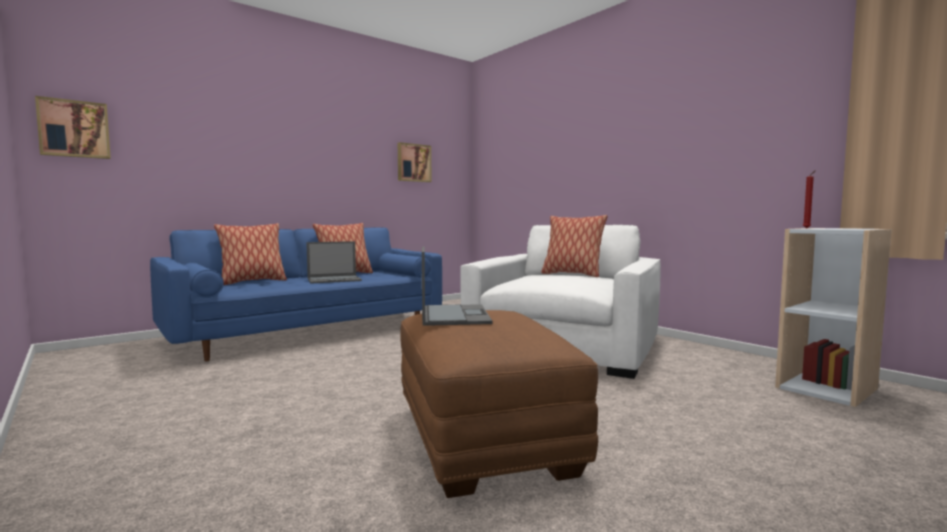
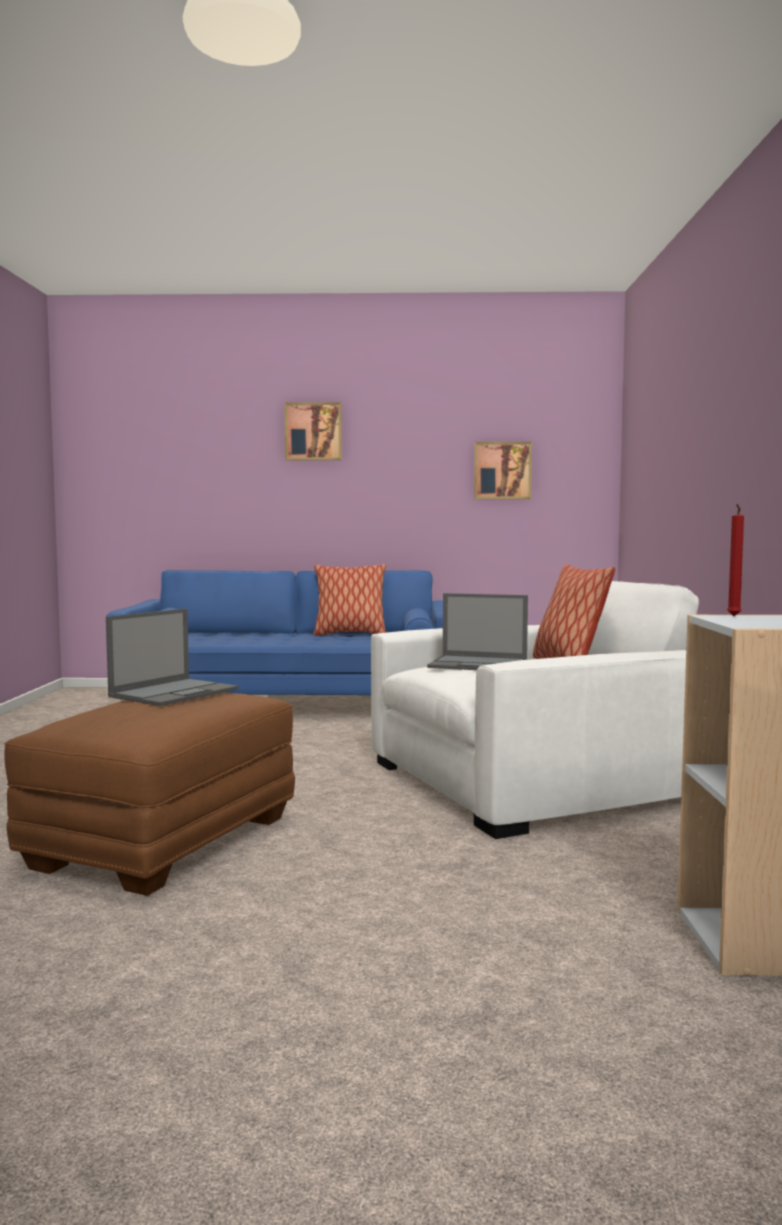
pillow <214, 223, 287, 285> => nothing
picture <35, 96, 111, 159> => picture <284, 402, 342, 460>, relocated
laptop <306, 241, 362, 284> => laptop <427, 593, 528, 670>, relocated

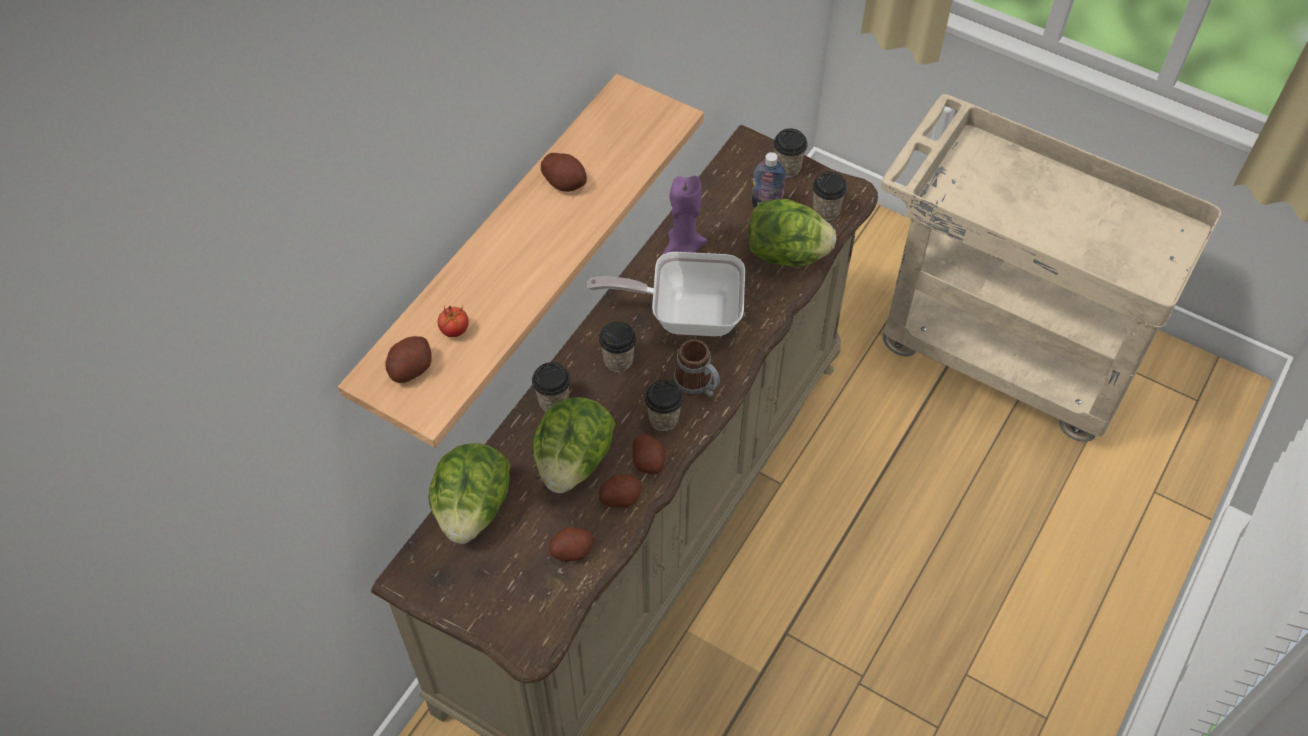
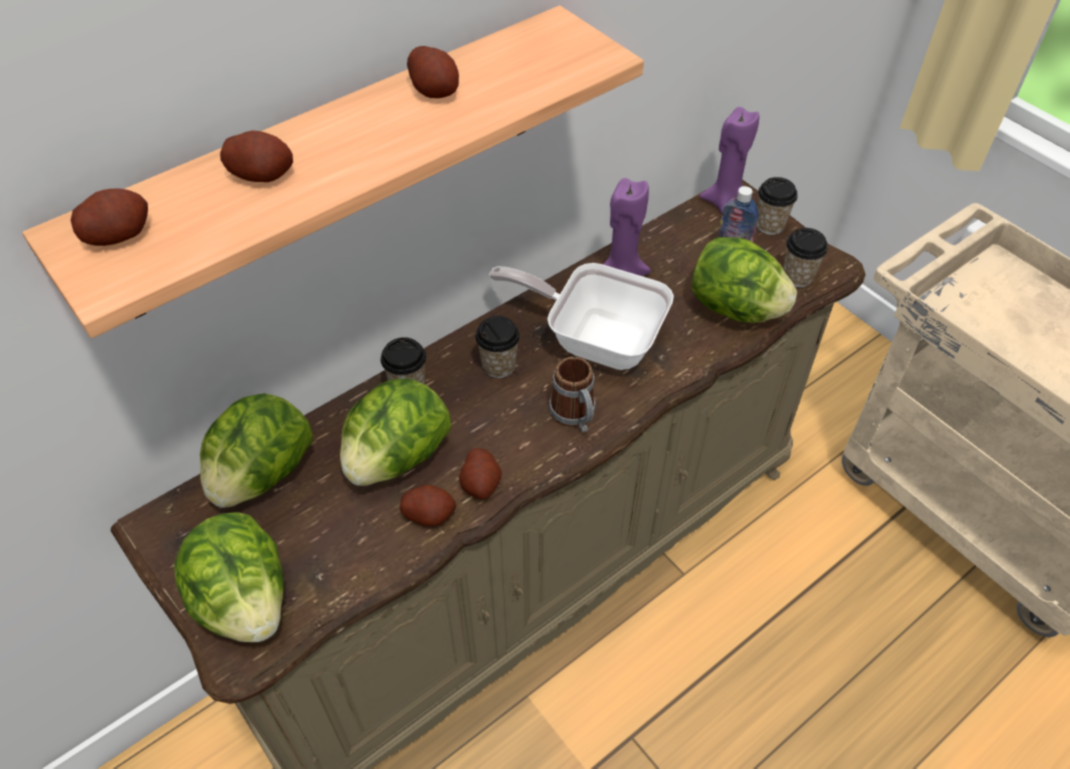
tomato <438, 305, 469, 337> => nothing
cup <645, 380, 683, 431> => nothing
nothing => lettuce <174, 512, 283, 643>
nothing => purple candle <700, 107, 759, 214>
potato <549, 527, 594, 561> => potato <220, 130, 293, 182>, relocated

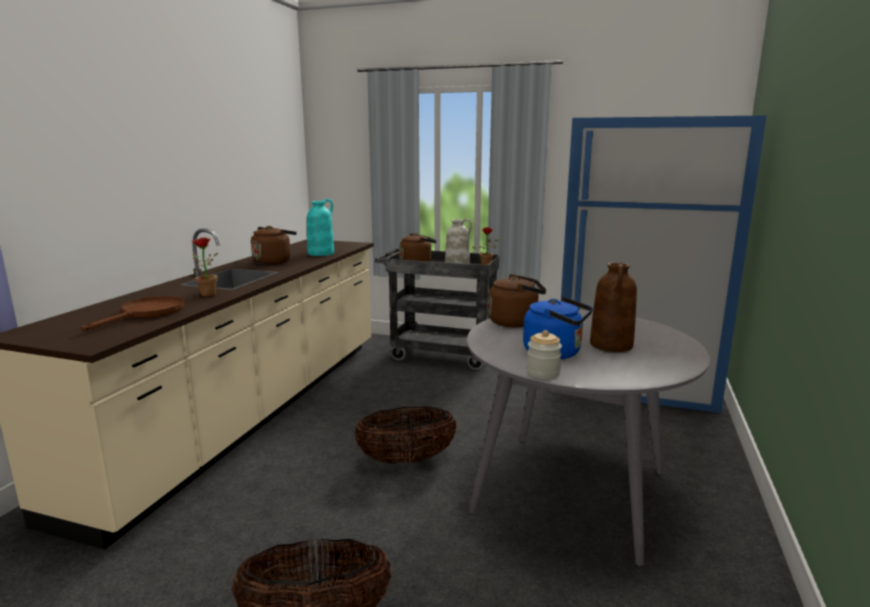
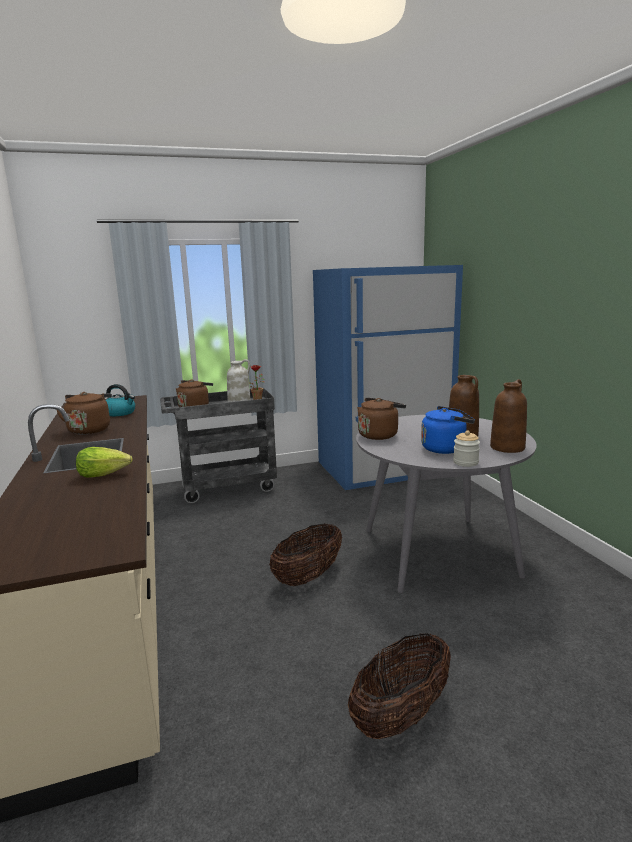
brown frying pan <81, 296, 184, 331> => nothing
nothing => brown vase <490, 379, 527, 453>
potted plant <192, 238, 218, 297> => lettuce <76, 447, 133, 478>
turquoise vase <307, 199, 334, 256> => kettle <106, 384, 135, 416>

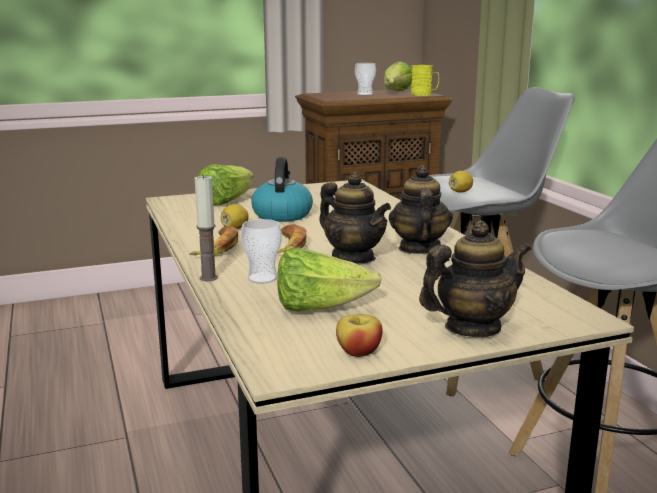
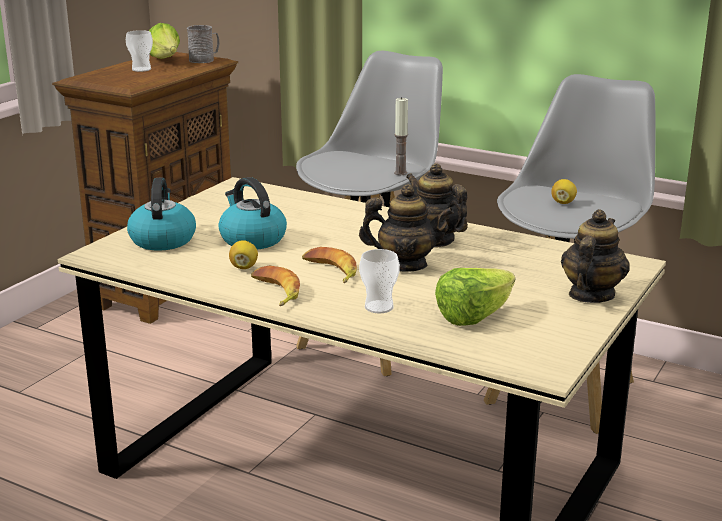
apple <336, 314, 383, 357> => nothing
candle <195, 174, 218, 281> => candle <394, 97, 408, 175>, relocated
lemon <449, 171, 473, 193> => lemon <551, 179, 577, 204>, relocated
lettuce <198, 164, 254, 205> => kettle <127, 178, 196, 251>
yellow mug <411, 65, 439, 96> => grey mug <187, 25, 219, 63>

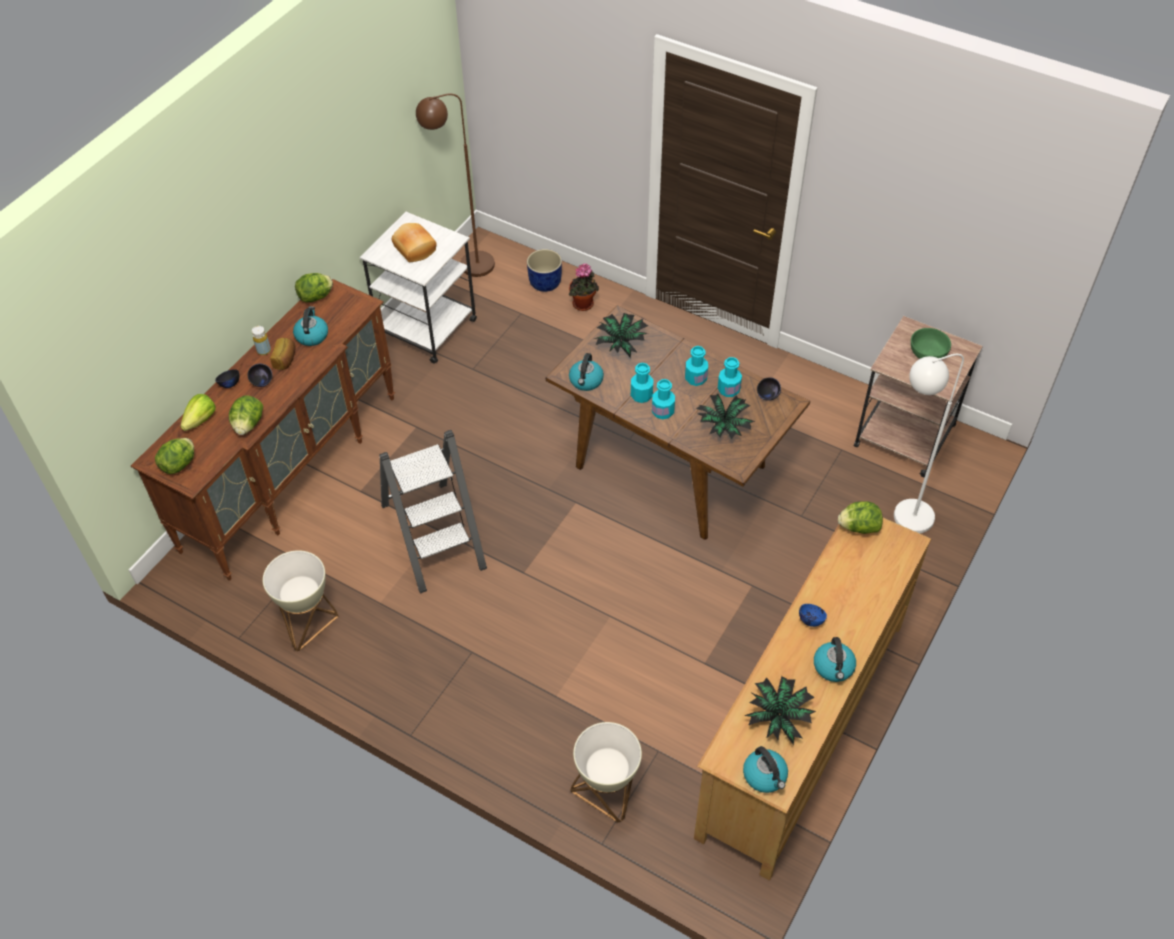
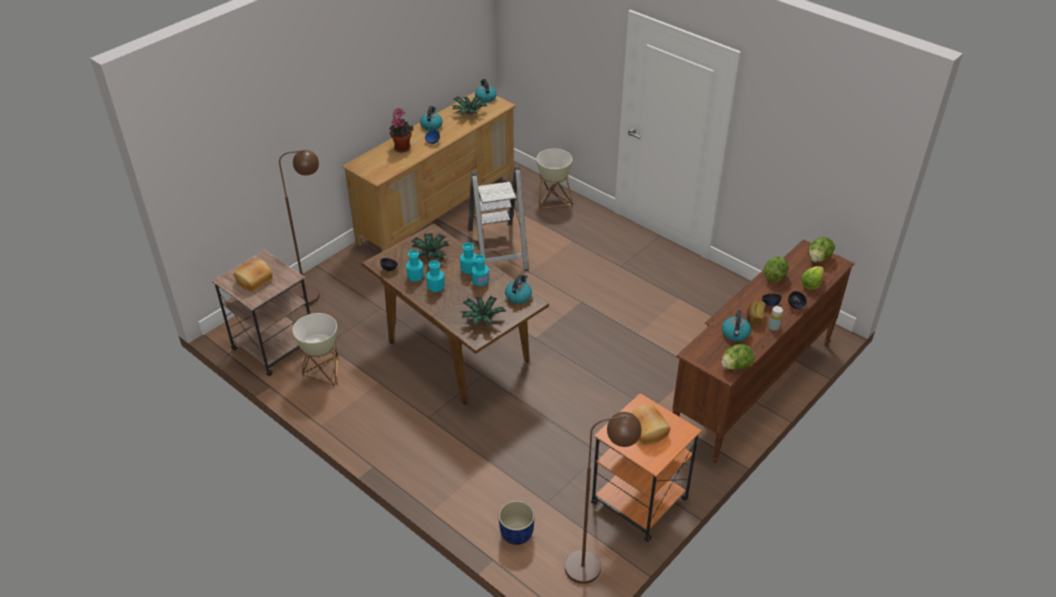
lettuce <838, 501, 883, 534> => nothing
planter <263, 550, 338, 651> => planter <292, 313, 338, 385>, relocated
grey step ladder <380, 430, 487, 593> => grey step ladder <468, 166, 529, 271>, relocated
potted plant <569, 263, 599, 311> => potted plant <389, 108, 413, 153>, relocated
green bowl <911, 328, 951, 359> => bread <234, 260, 273, 291>
white cart <360, 212, 477, 364> => orange cart <591, 393, 702, 542>
white floor lamp <894, 354, 964, 533> => brown floor lamp <279, 150, 320, 306>

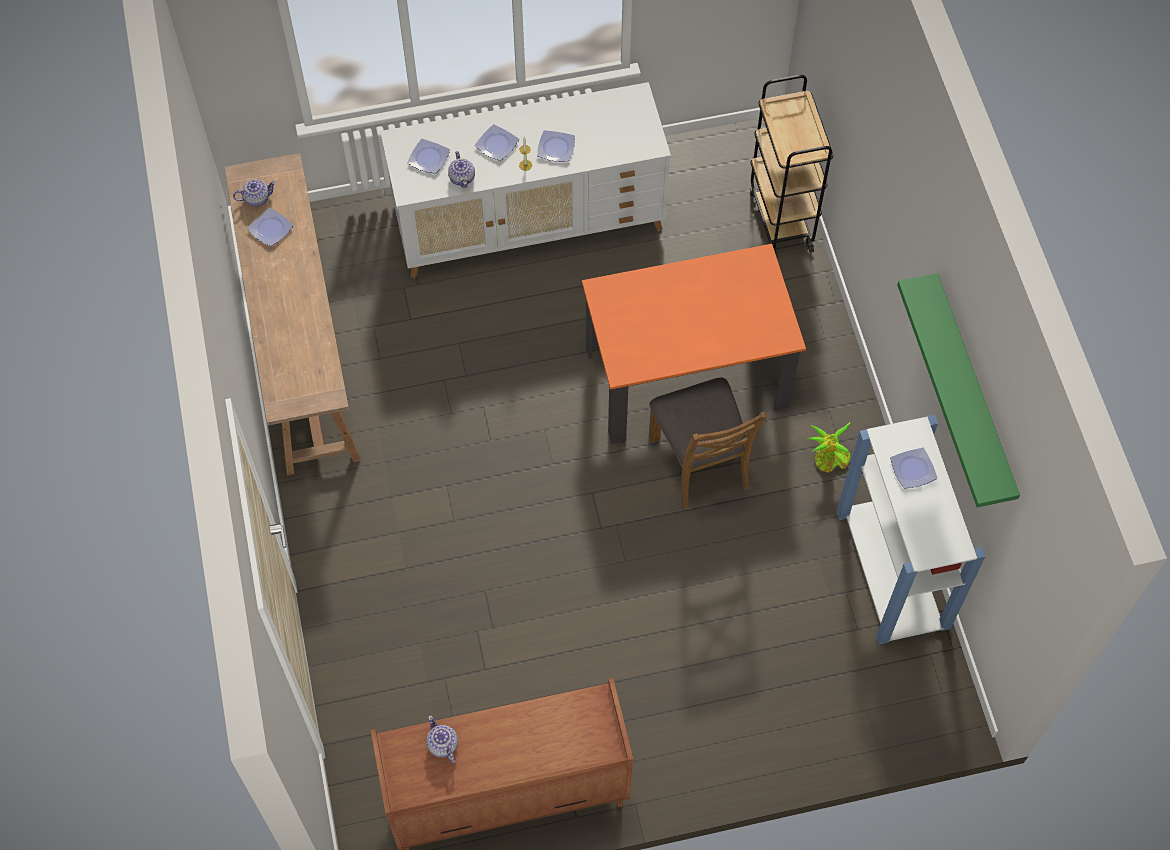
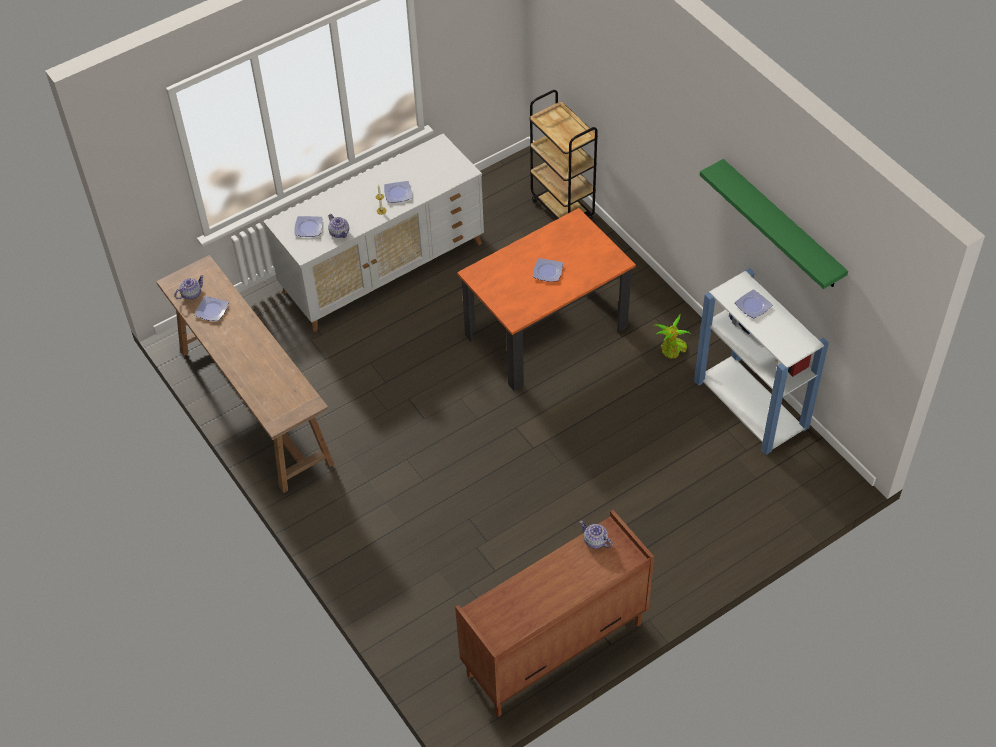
brown chair <649, 377, 767, 510> => nothing
teapot <426, 715, 458, 764> => teapot <579, 521, 613, 549>, relocated
plate <475, 124, 519, 161> => plate <533, 258, 563, 282>, relocated

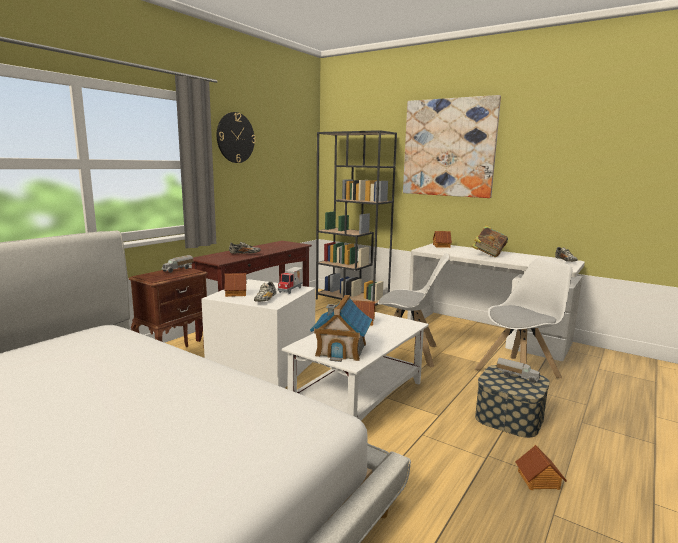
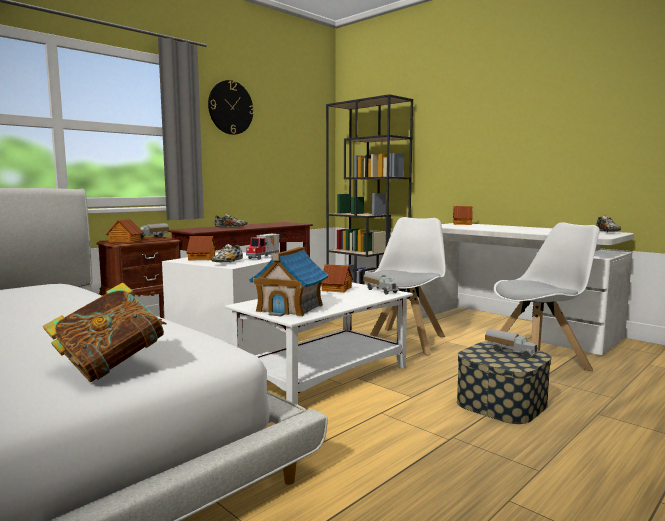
picture <403, 95, 501, 198> => nothing
nothing => toy truck <363, 272, 399, 295>
book <471, 225, 508, 257> => book <43, 282, 167, 382>, relocated
toy house <515, 445, 567, 490> => toy house <105, 219, 144, 243>, relocated
chair <378, 253, 450, 367> => chair <370, 217, 446, 355>, 90 degrees counterclockwise

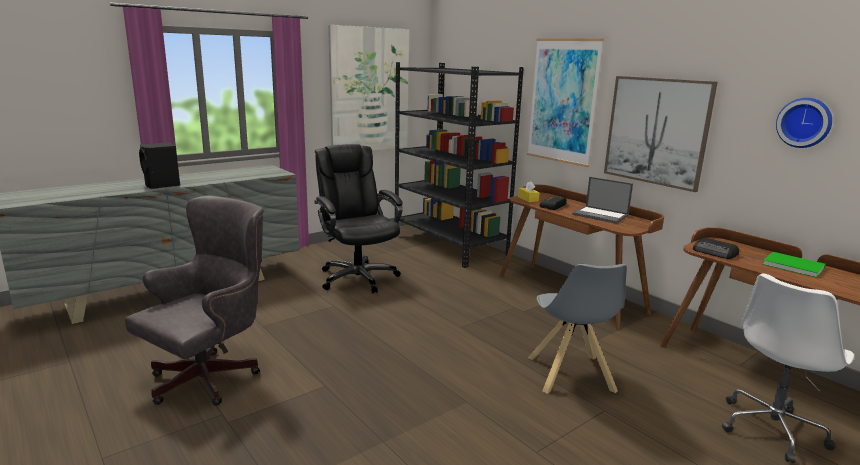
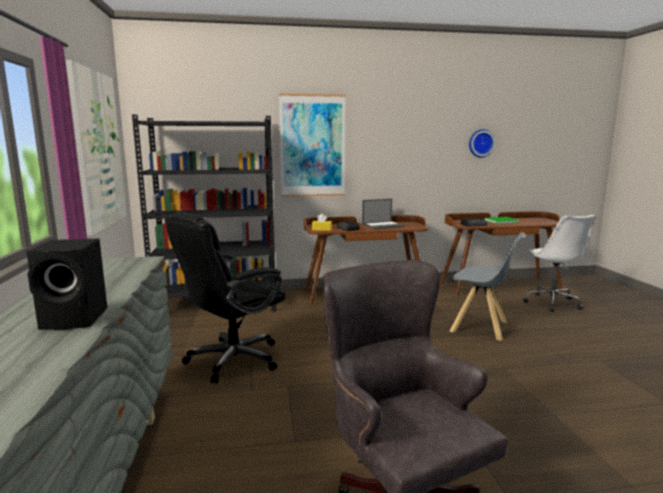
picture <604, 76, 718, 192> => nothing
black office chair <314, 144, 403, 293> => black office chair <165, 212, 286, 384>, 45 degrees counterclockwise

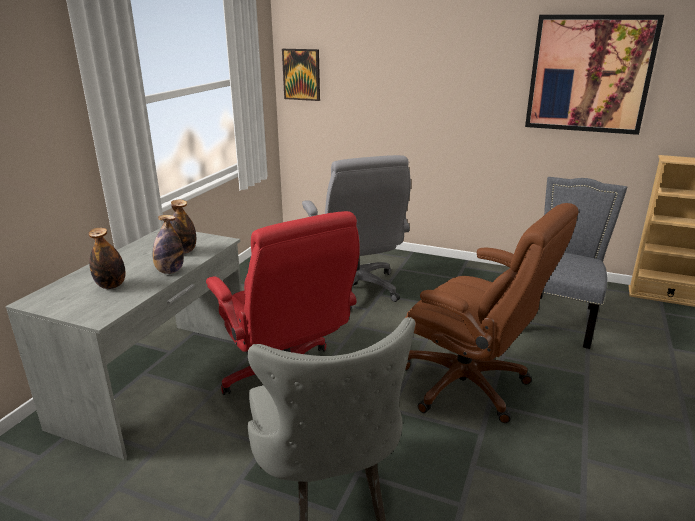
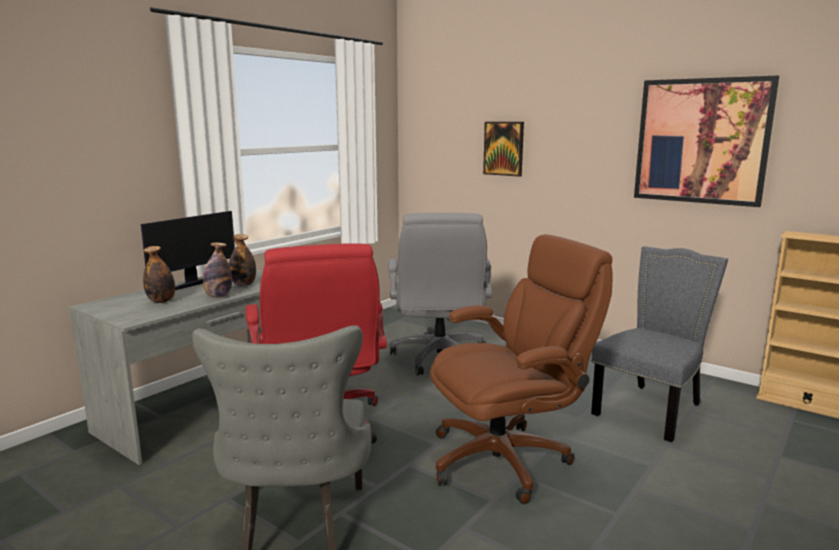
nothing => monitor <141, 211, 235, 290>
picture <282, 49, 320, 101> => picture <483, 122, 524, 177>, relocated
brown office chair <404, 203, 578, 423> => brown office chair <430, 234, 613, 504>, 75 degrees counterclockwise

